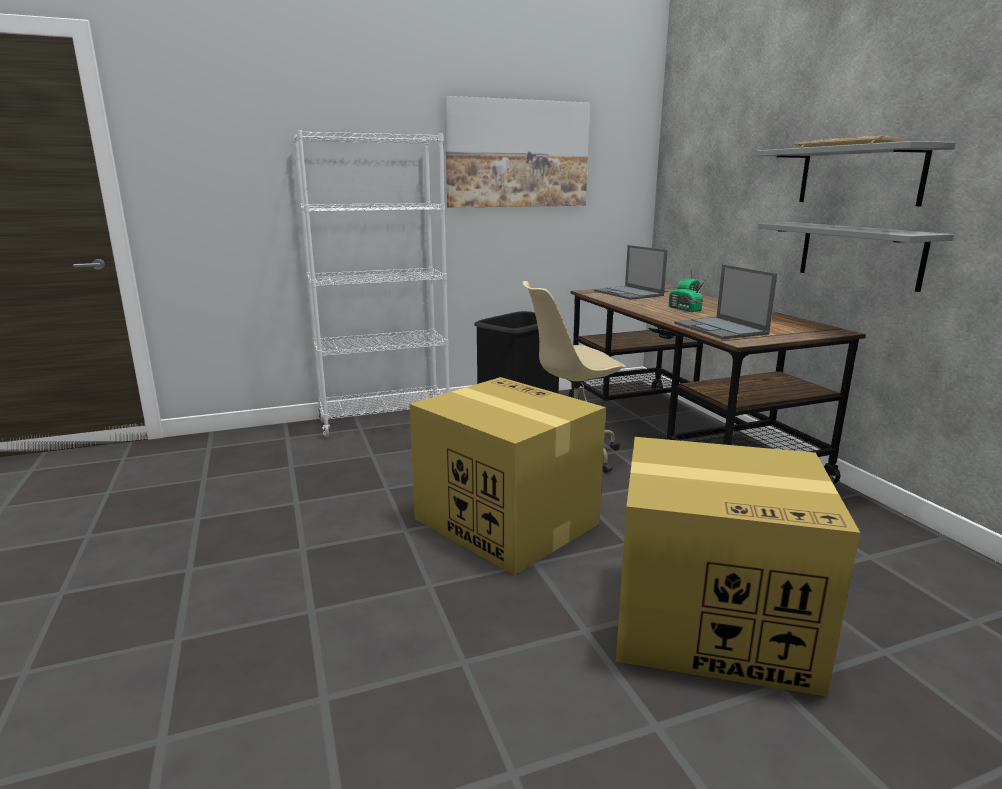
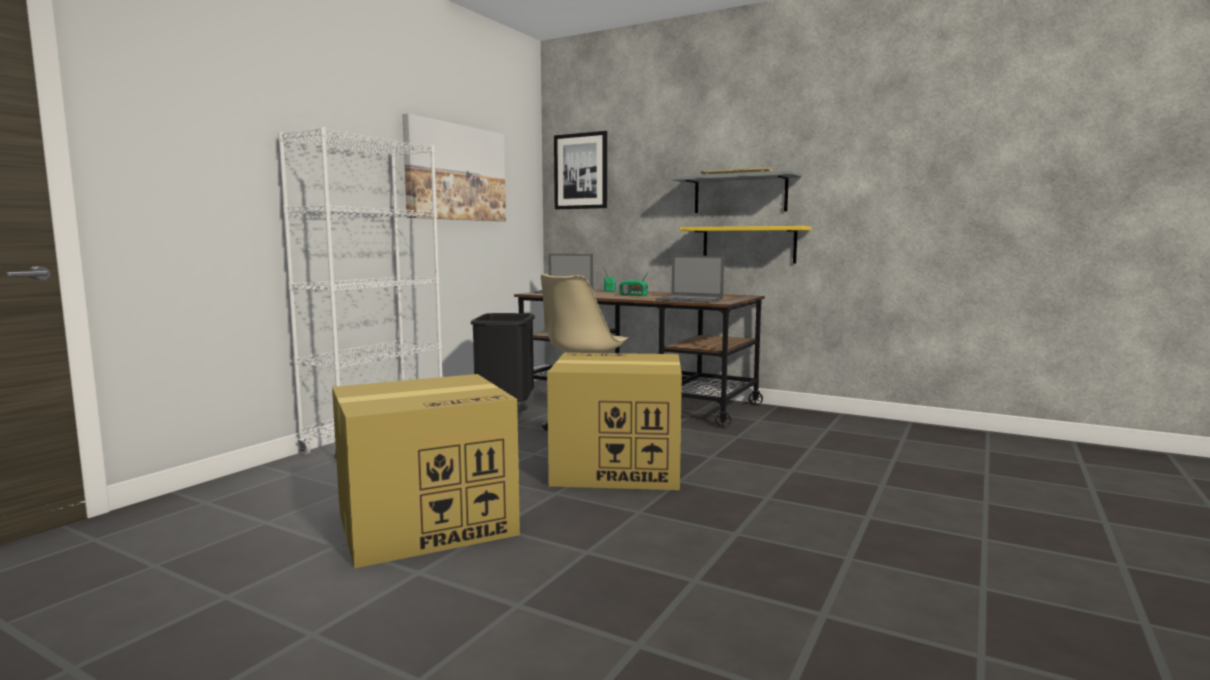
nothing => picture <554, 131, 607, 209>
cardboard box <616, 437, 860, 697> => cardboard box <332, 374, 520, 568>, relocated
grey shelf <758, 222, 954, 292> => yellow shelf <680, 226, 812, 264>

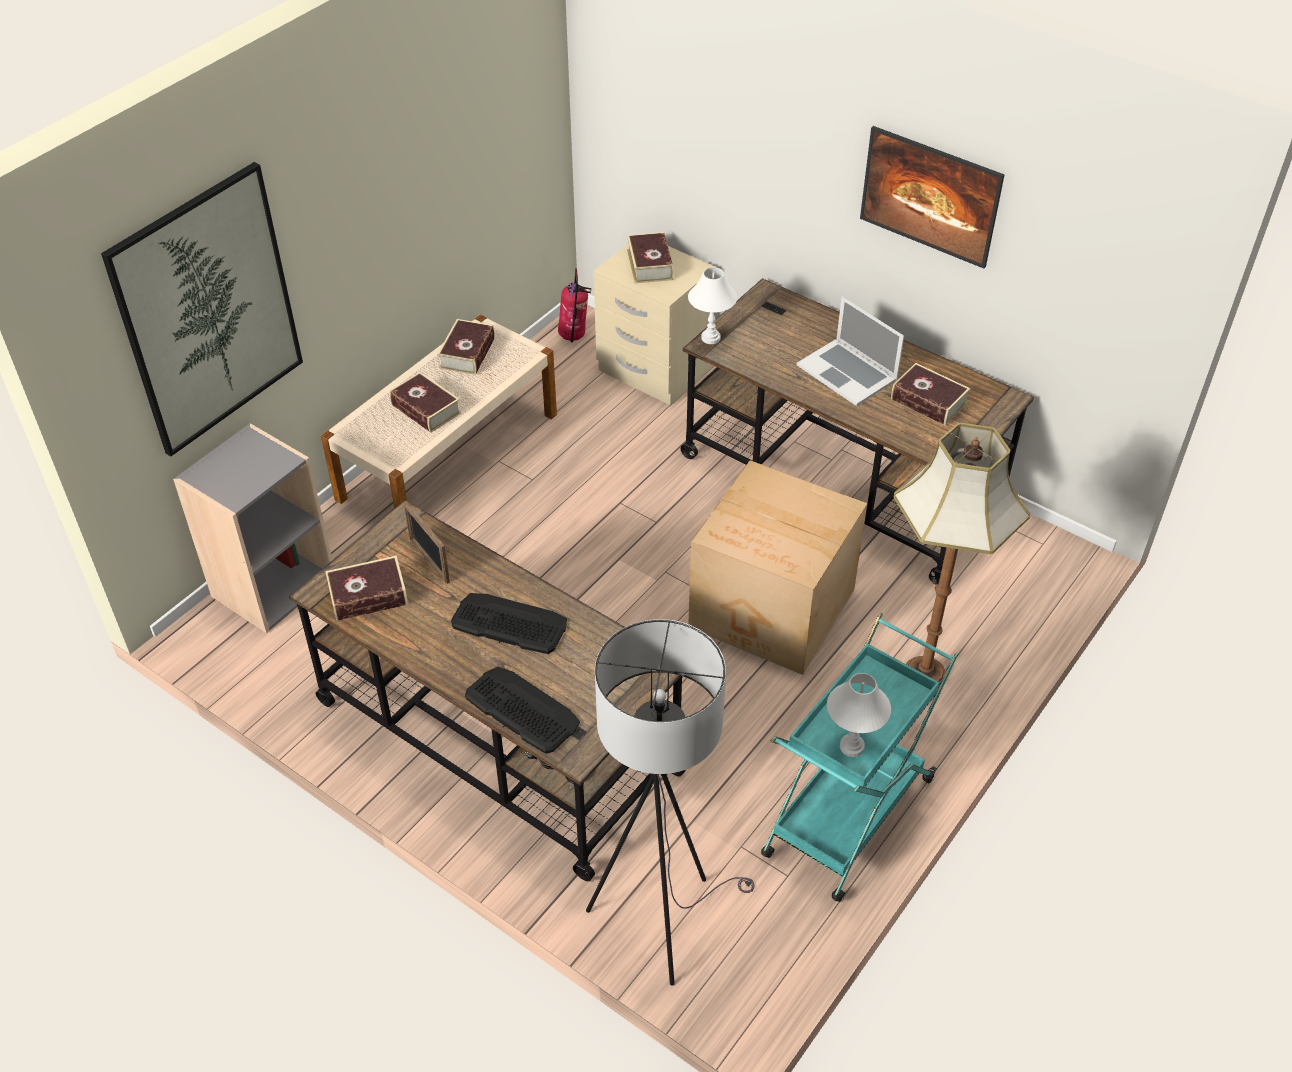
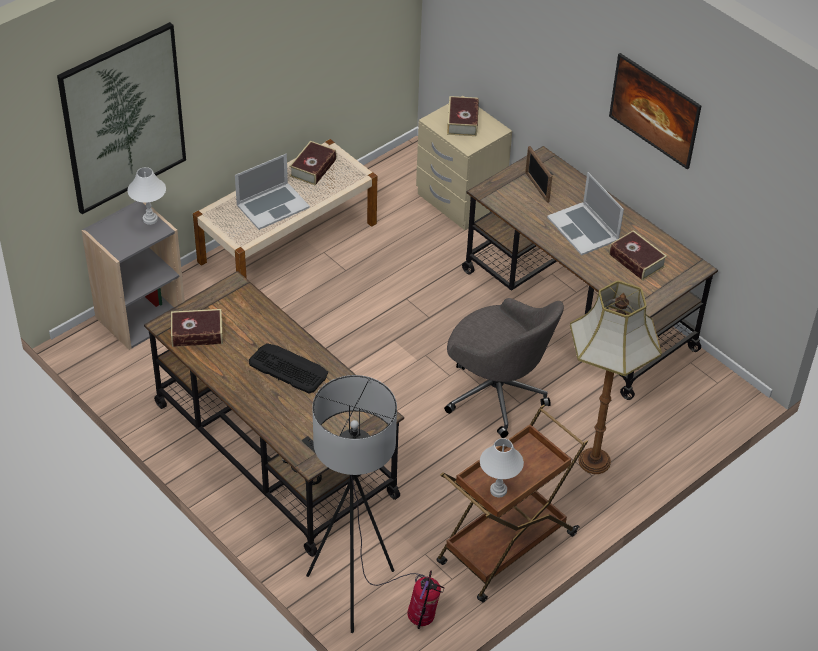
keyboard <465, 666, 580, 754> => nothing
picture frame <404, 501, 450, 584> => picture frame <525, 146, 552, 203>, relocated
fire extinguisher <558, 268, 592, 342> => fire extinguisher <407, 571, 445, 629>, relocated
white table lamp <688, 267, 737, 344> => white table lamp <127, 167, 166, 225>, relocated
book <390, 372, 461, 433> => laptop <235, 154, 310, 230>
cardboard box <688, 460, 868, 675> => grey office chair <444, 298, 564, 438>
turquoise cart <761, 613, 959, 902> => brown cart <437, 405, 588, 602>

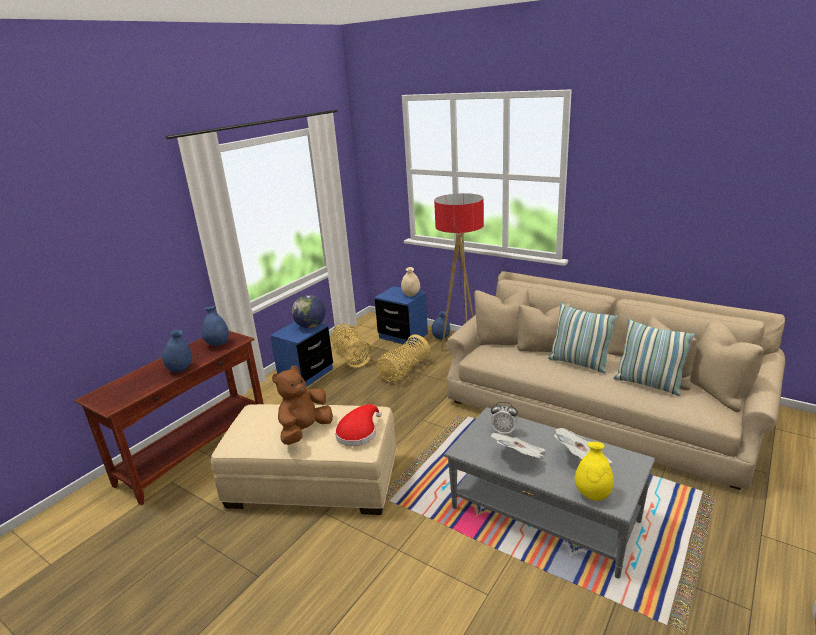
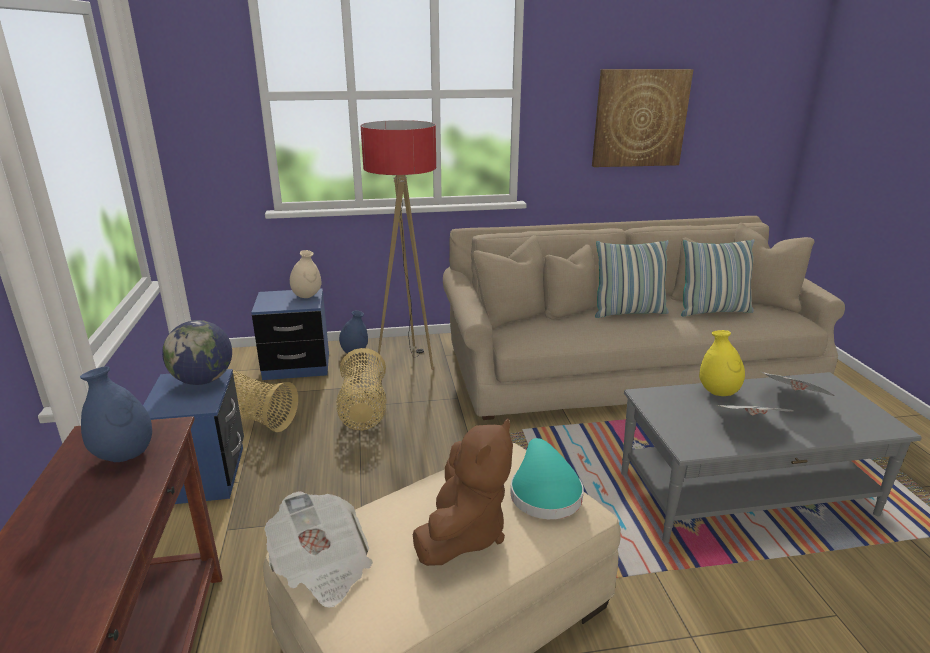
blue vase <162, 330, 192, 372> => nothing
alarm clock <491, 402, 518, 435> => nothing
nothing => newspaper <264, 491, 373, 608>
nothing => picture <592, 69, 693, 167>
yellow vase <575, 442, 614, 501> => yellow vase <699, 330, 745, 396>, relocated
red hat <335, 404, 382, 446> => turquoise hat <510, 438, 583, 519>
brown plush toy <272, 366, 333, 445> => brown plush toy <413, 419, 513, 566>, 150 degrees counterclockwise

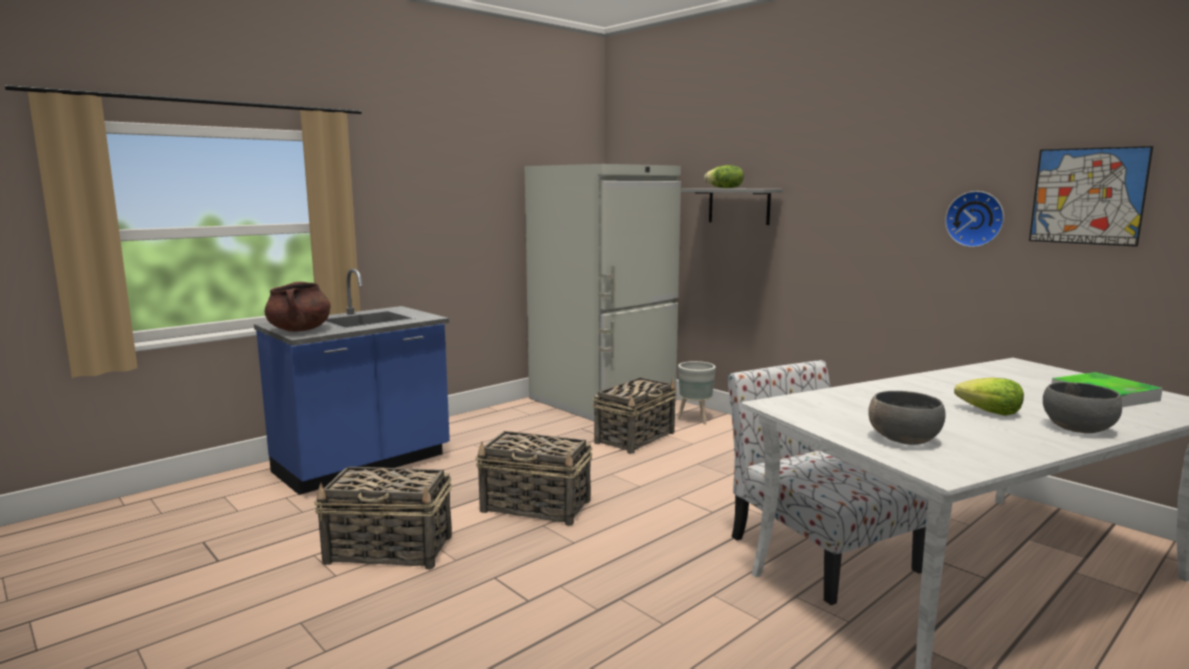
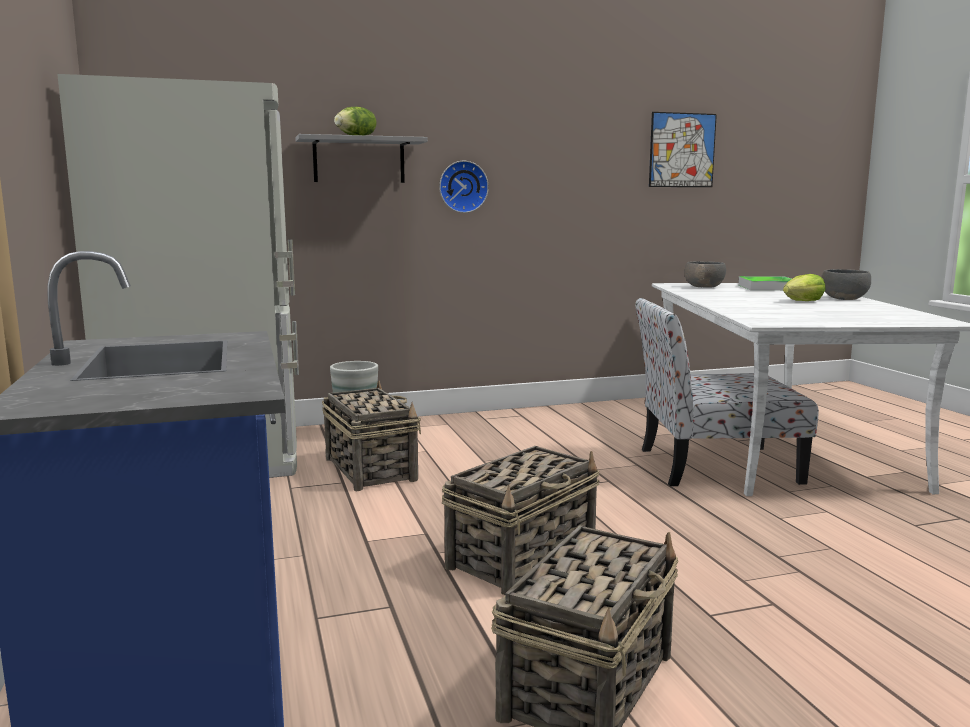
brown cooking pot <264, 281, 330, 332> => nothing
grey bowl <868, 391, 946, 445> => grey bowl <684, 261, 726, 288>, relocated
wall clock <945, 191, 1004, 247> => wall clock <439, 161, 489, 213>, relocated

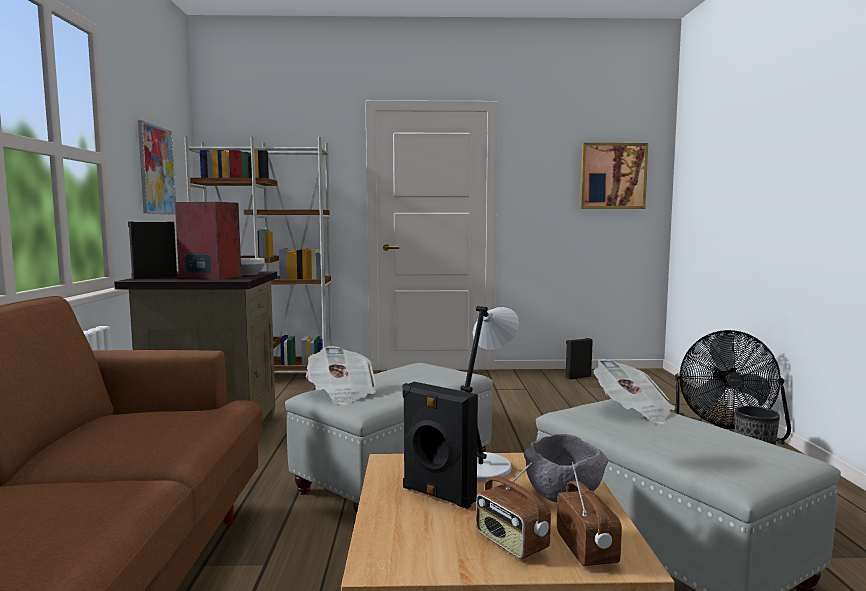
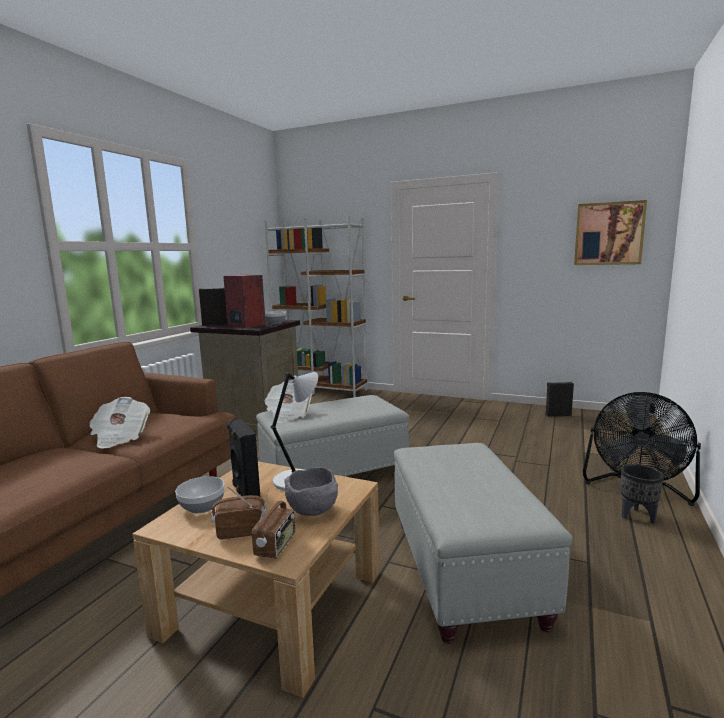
picture <138, 120, 176, 215> => nothing
nothing => bowl <175, 476, 225, 513>
newspaper <593, 359, 675, 424> => newspaper <89, 397, 150, 449>, relocated
radio <476, 462, 551, 559> => radio <211, 487, 267, 539>, 90 degrees clockwise

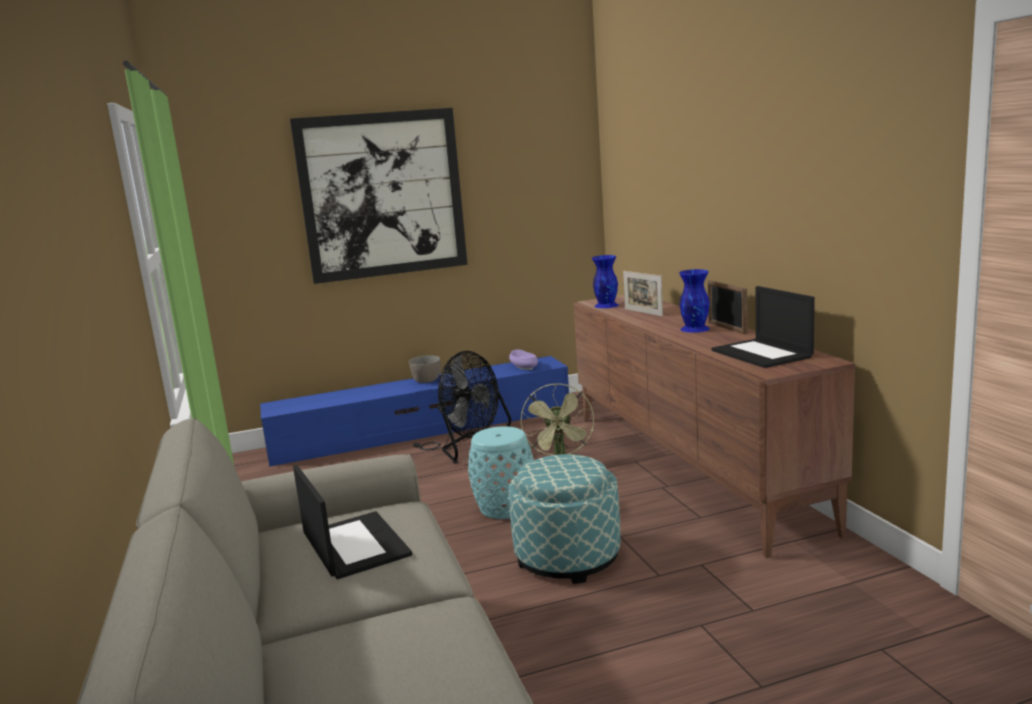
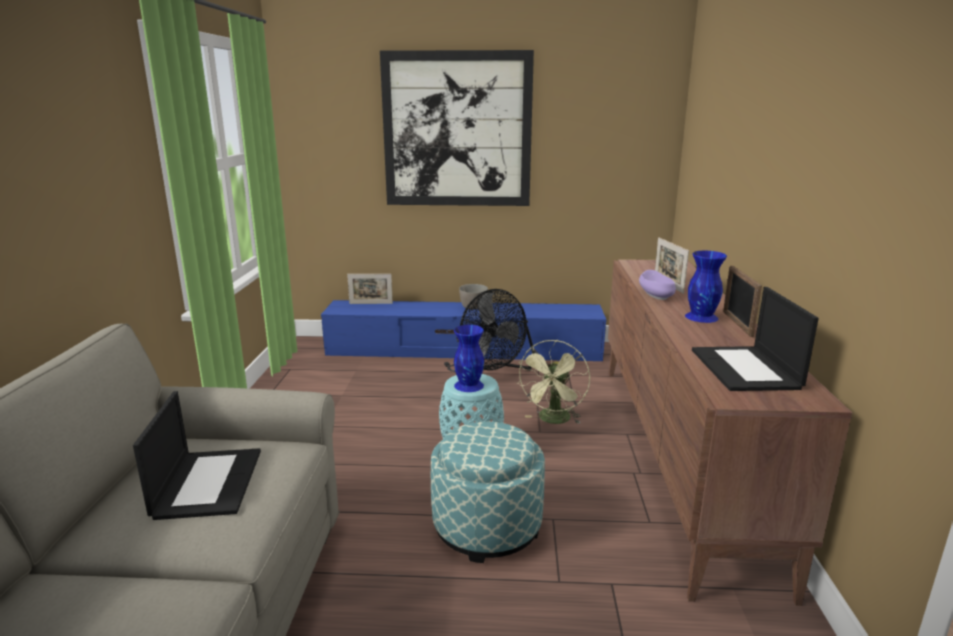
nothing => picture frame <347, 274, 393, 304>
purple bowl <509, 349, 538, 370> => purple bowl <639, 270, 676, 300>, relocated
blue vase <592, 255, 619, 308> => blue vase <454, 325, 484, 392>, relocated

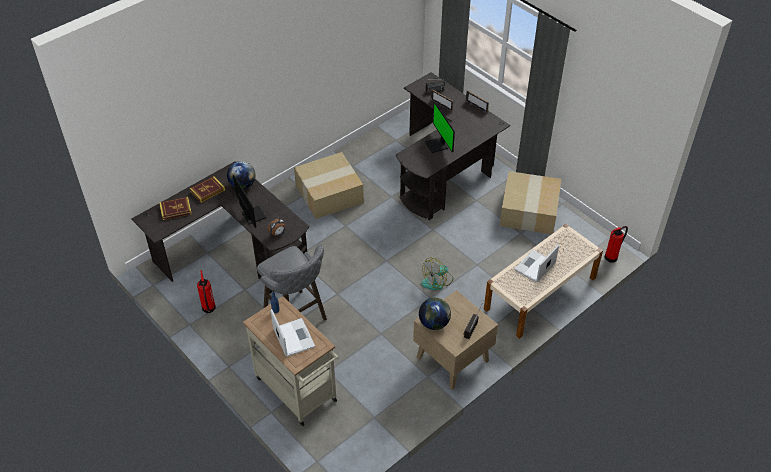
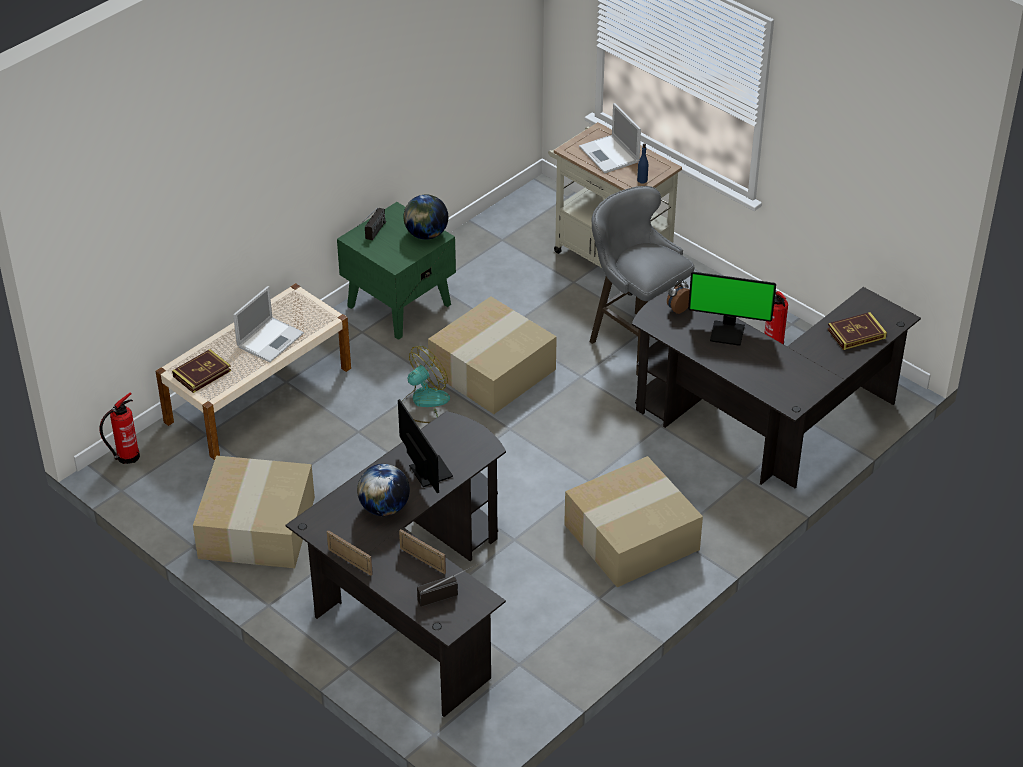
nothing => cardboard box <428, 296, 557, 414>
book <190, 176, 225, 203> => book <172, 349, 231, 393>, relocated
globe <227, 161, 256, 189> => globe <357, 464, 410, 516>, relocated
beige nightstand <413, 290, 498, 390> => green nightstand <337, 202, 456, 340>
monitor <233, 175, 266, 228> => monitor <688, 272, 776, 346>, 45 degrees counterclockwise

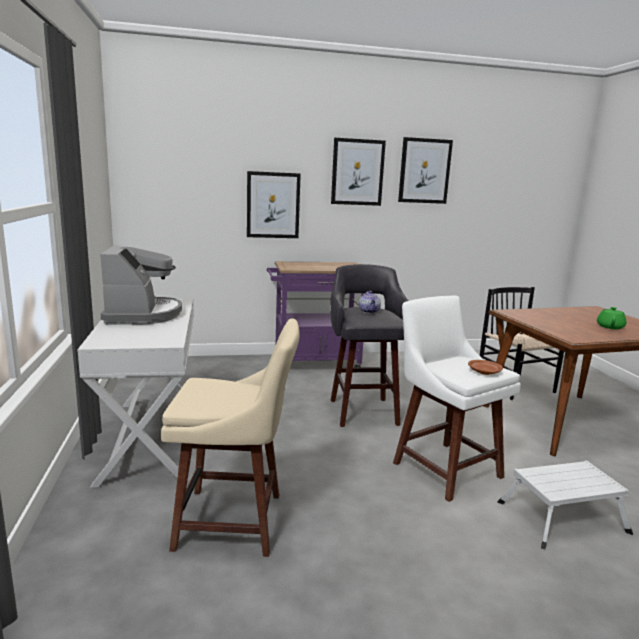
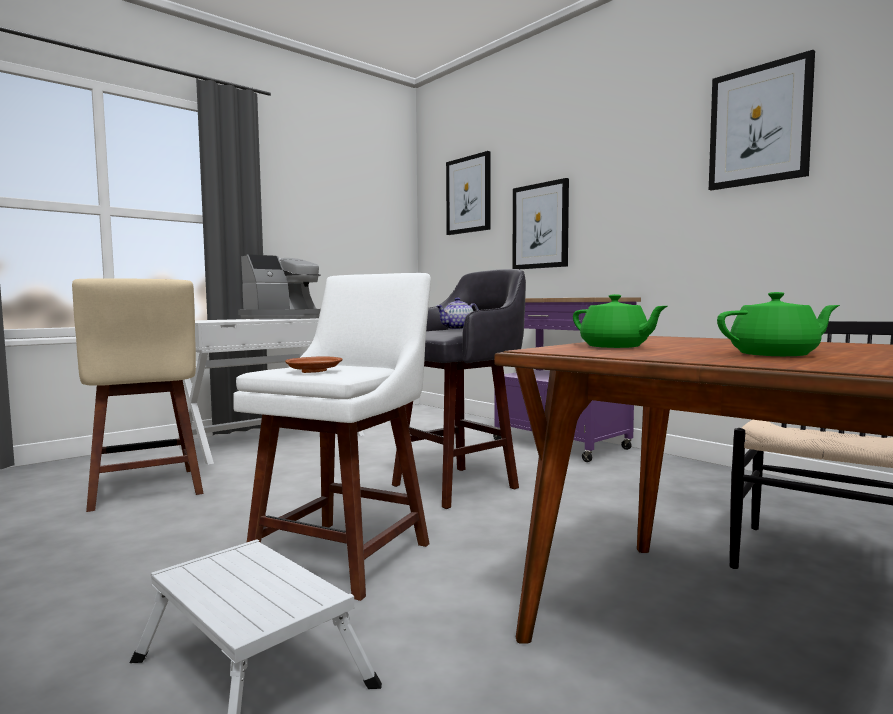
nothing => green teapot <573, 294, 668, 348>
picture <331, 138, 386, 206> => picture <446, 151, 491, 235>, relocated

